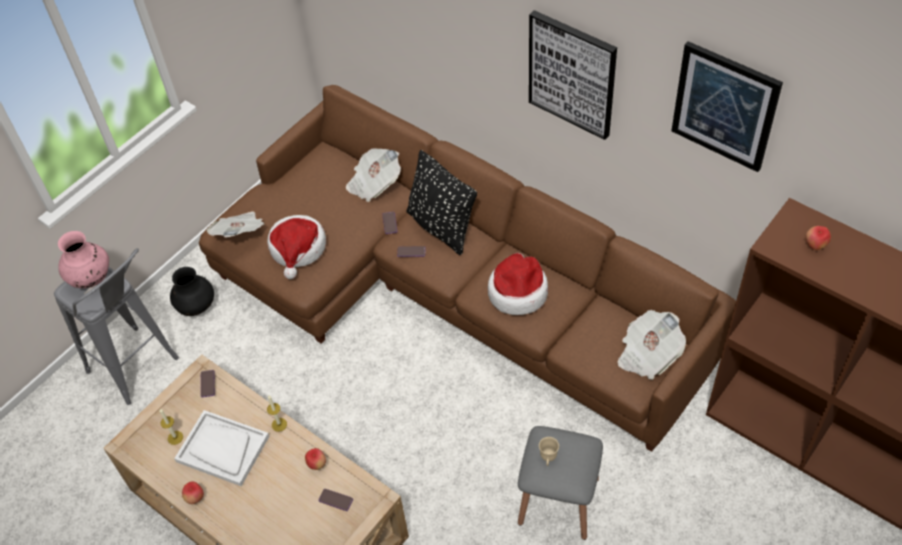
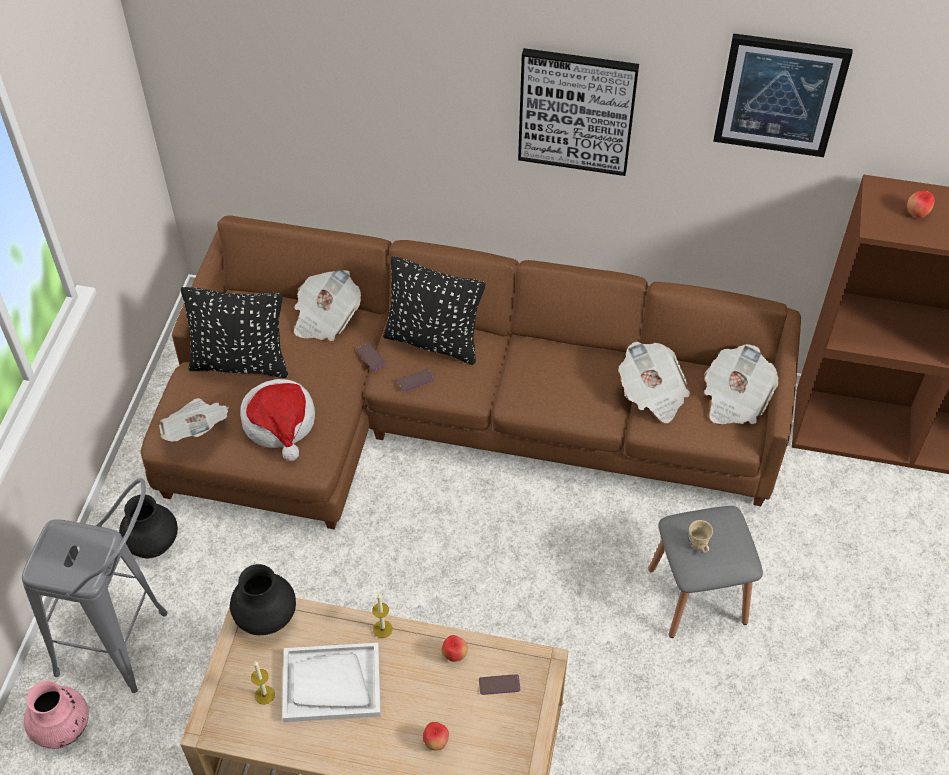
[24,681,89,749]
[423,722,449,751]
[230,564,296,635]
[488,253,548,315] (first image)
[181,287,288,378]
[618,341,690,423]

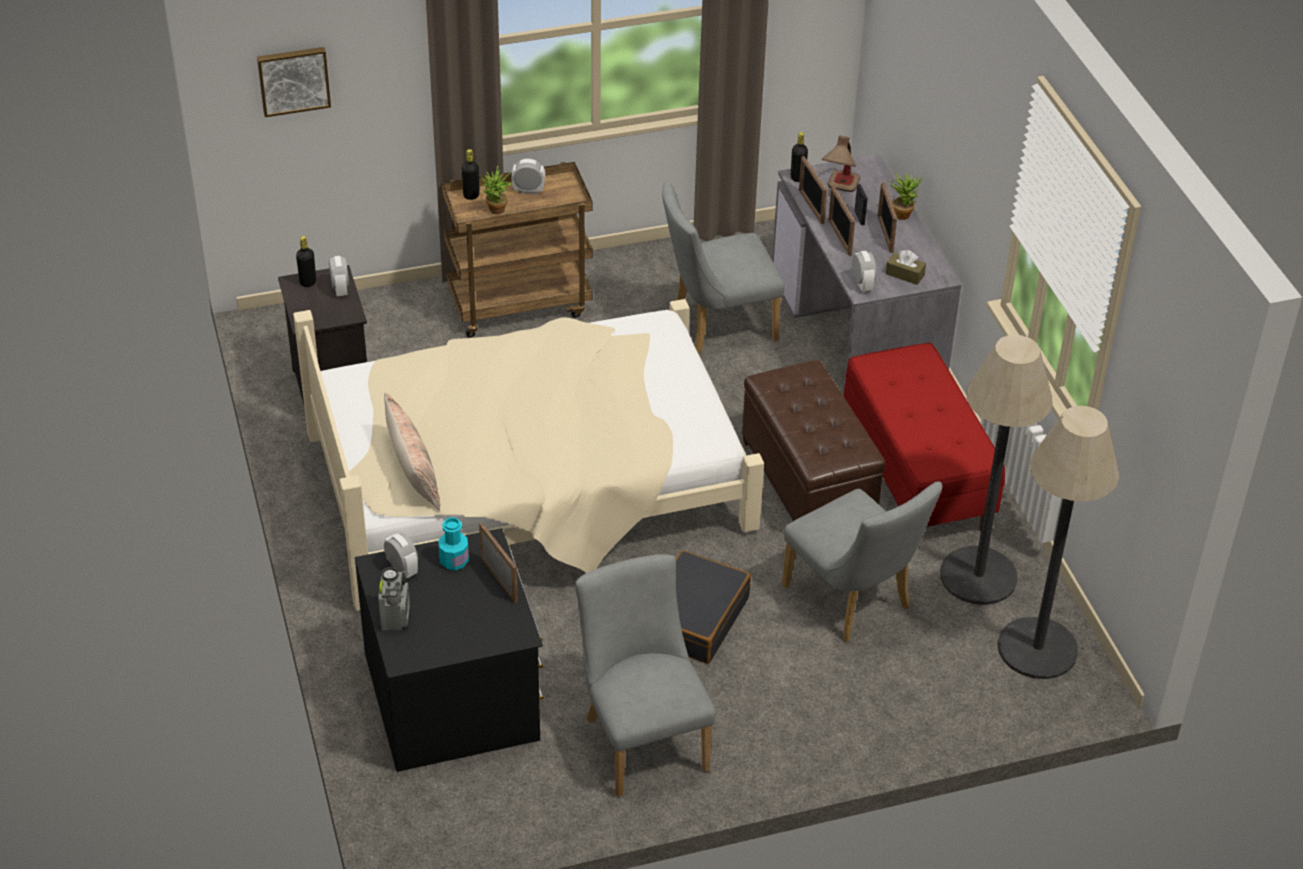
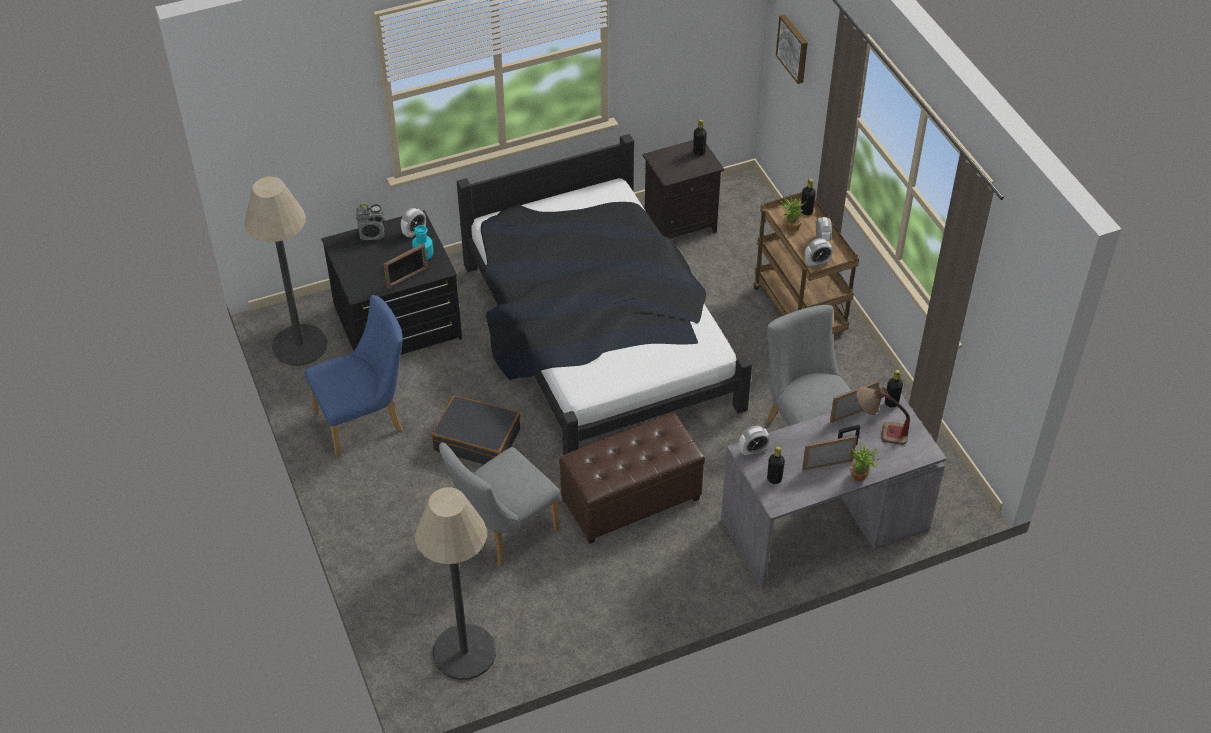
[457,134,752,455]
[805,238,833,267]
[384,393,440,510] (first image)
[304,295,403,457]
[828,186,855,256] (first image)
[844,343,1005,531] (first image)
[767,446,785,484]
[244,177,327,366]

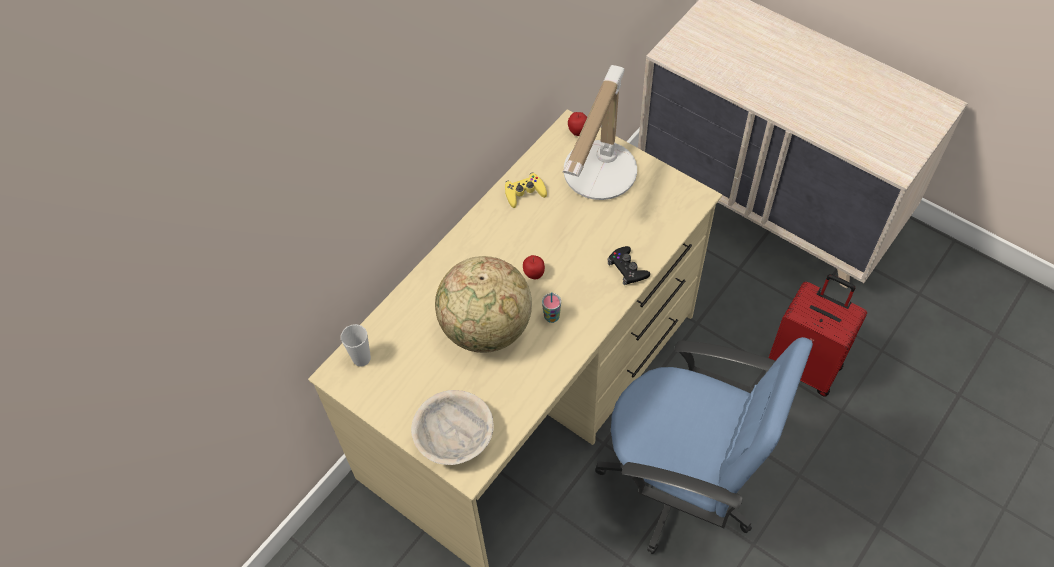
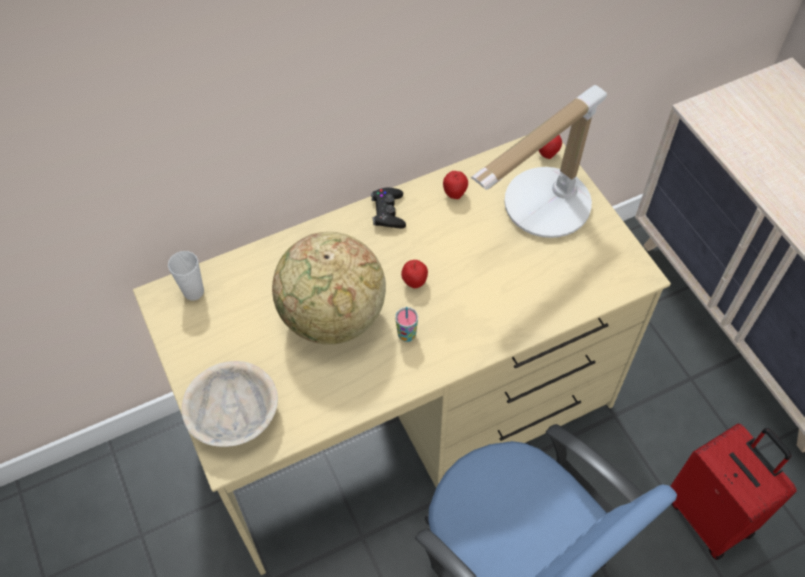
[443,171,468,199]
[371,188,406,228]

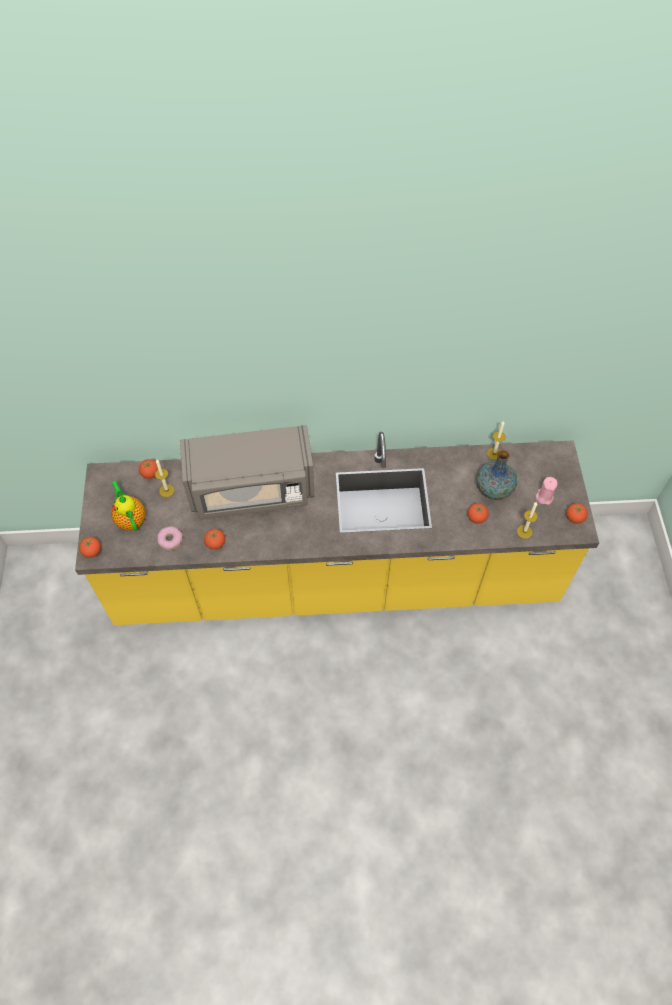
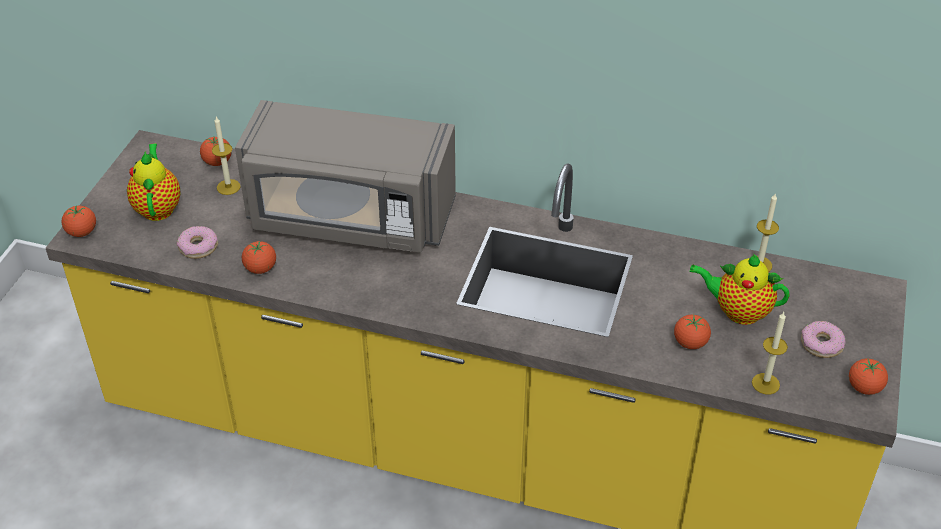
[690,254,790,325]
[801,321,845,358]

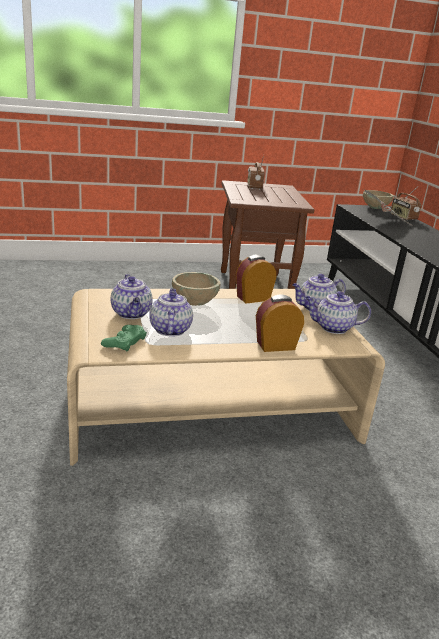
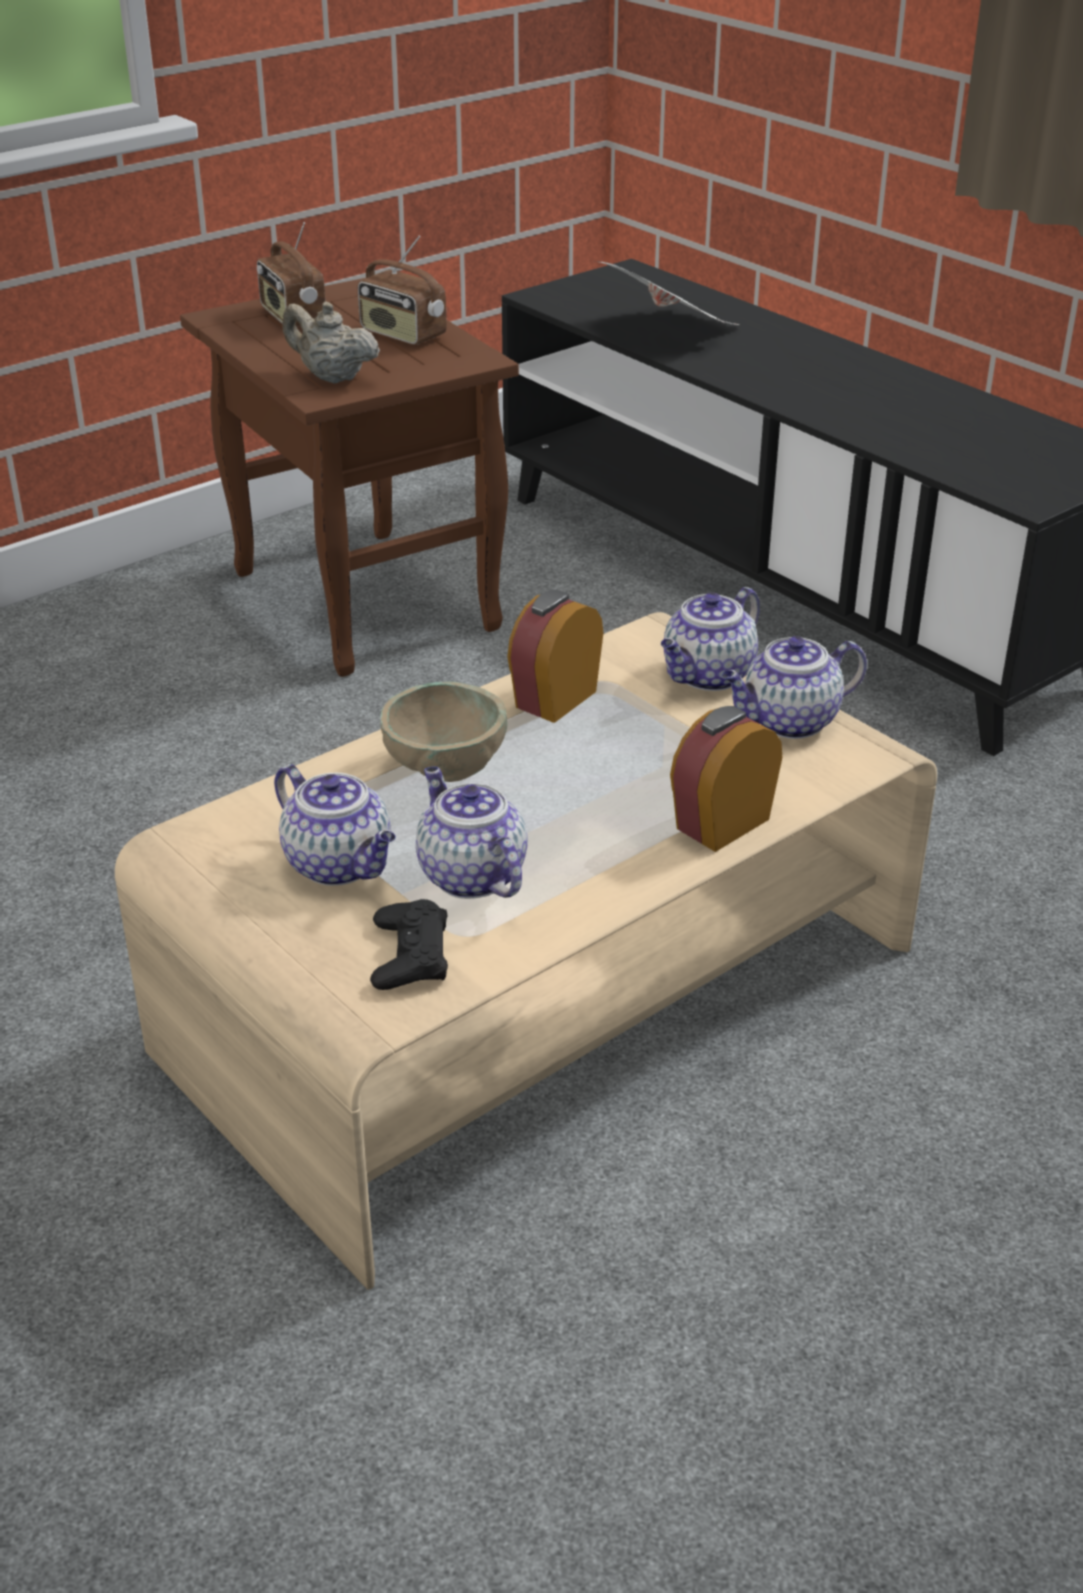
[370,899,448,990]
[363,190,394,209] (first image)
[358,235,447,345]
[283,301,380,384]

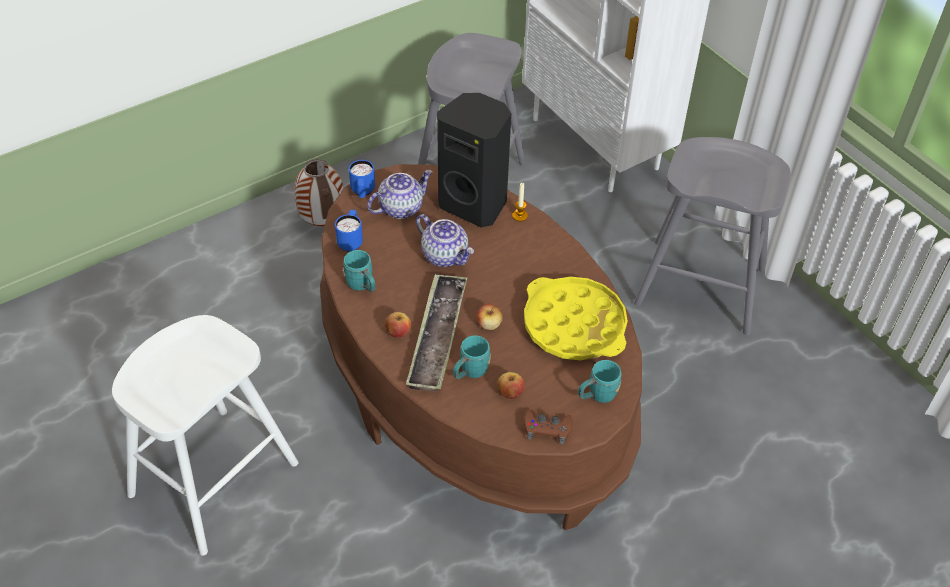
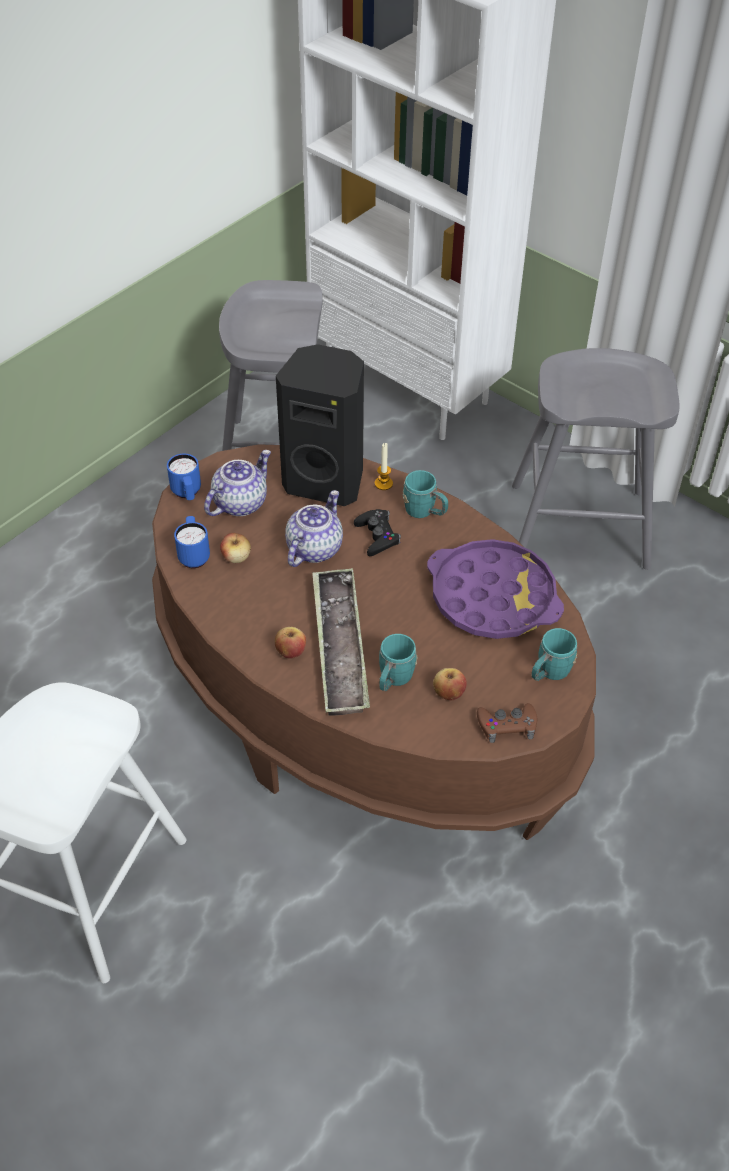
[294,159,344,226] (first image)
[403,470,448,518]
[285,490,343,567]
[220,533,251,563]
[427,539,564,639]
[354,509,401,556]

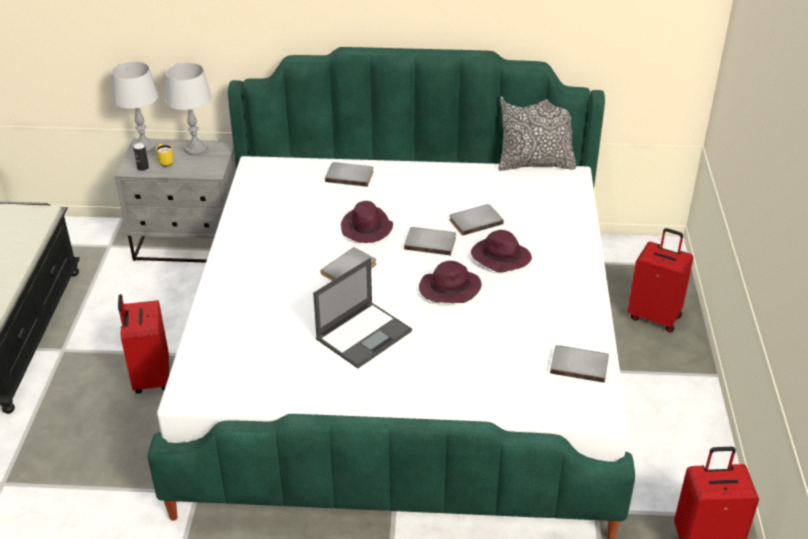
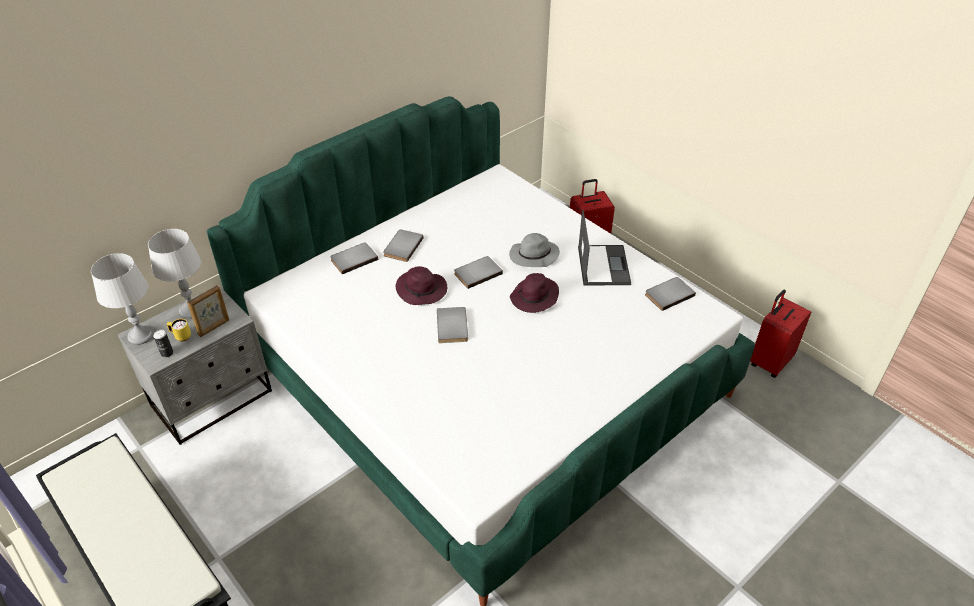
[118,294,169,393] (first image)
[578,210,631,286]
[383,229,423,262]
[509,233,560,267]
[498,96,576,170] (first image)
[187,285,229,337]

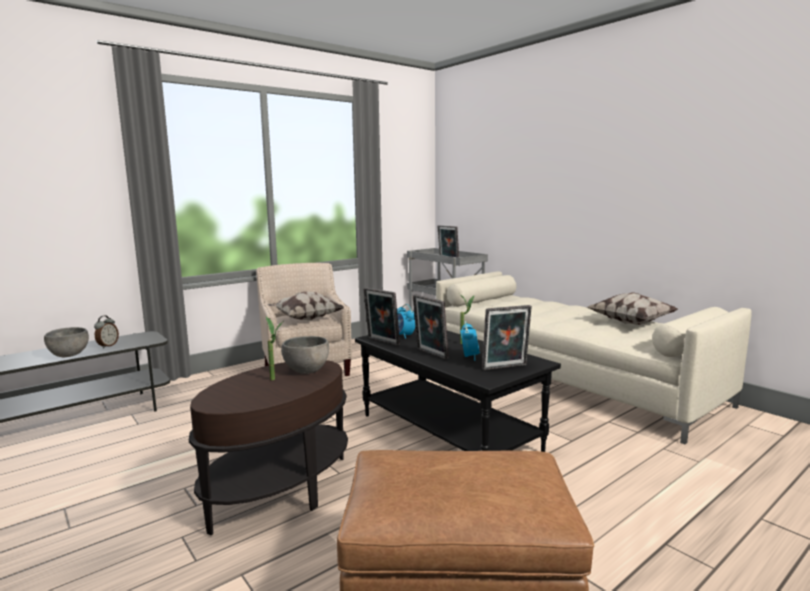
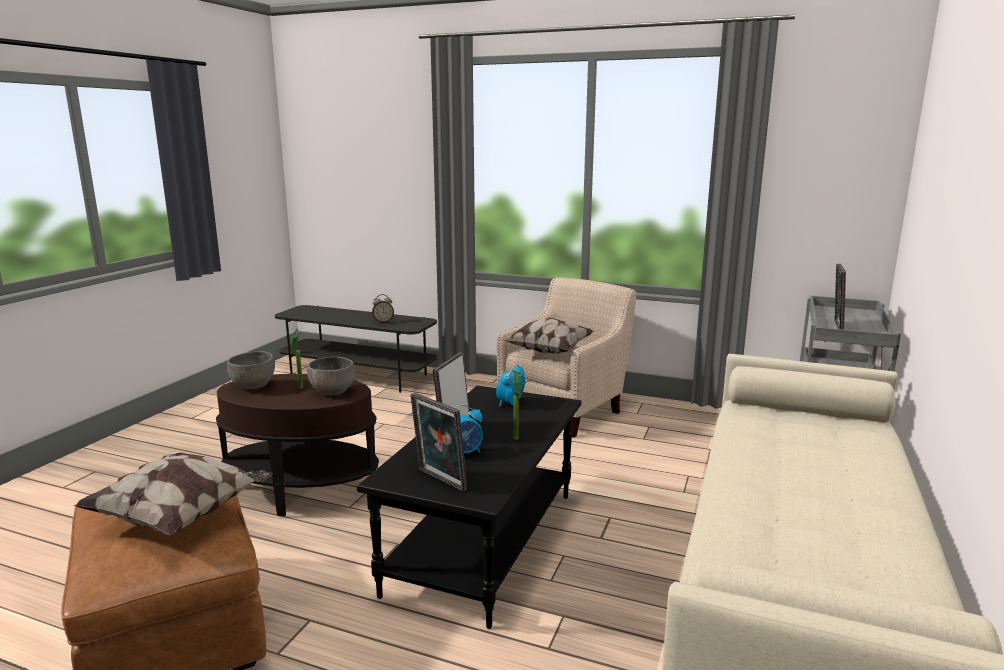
[227,351,275,389]
[364,288,400,346] (first image)
[74,452,273,536]

